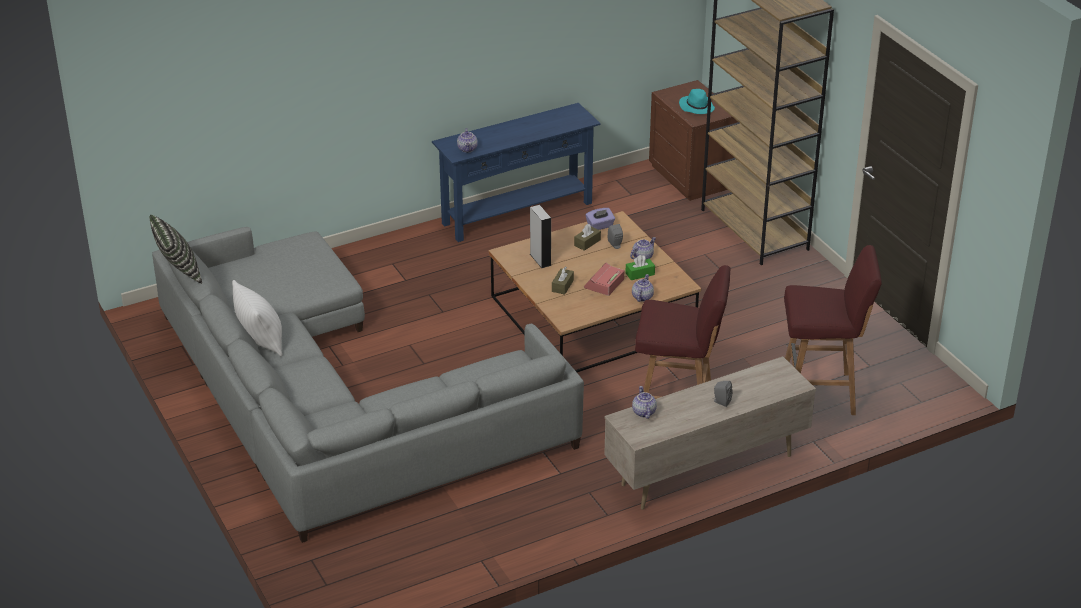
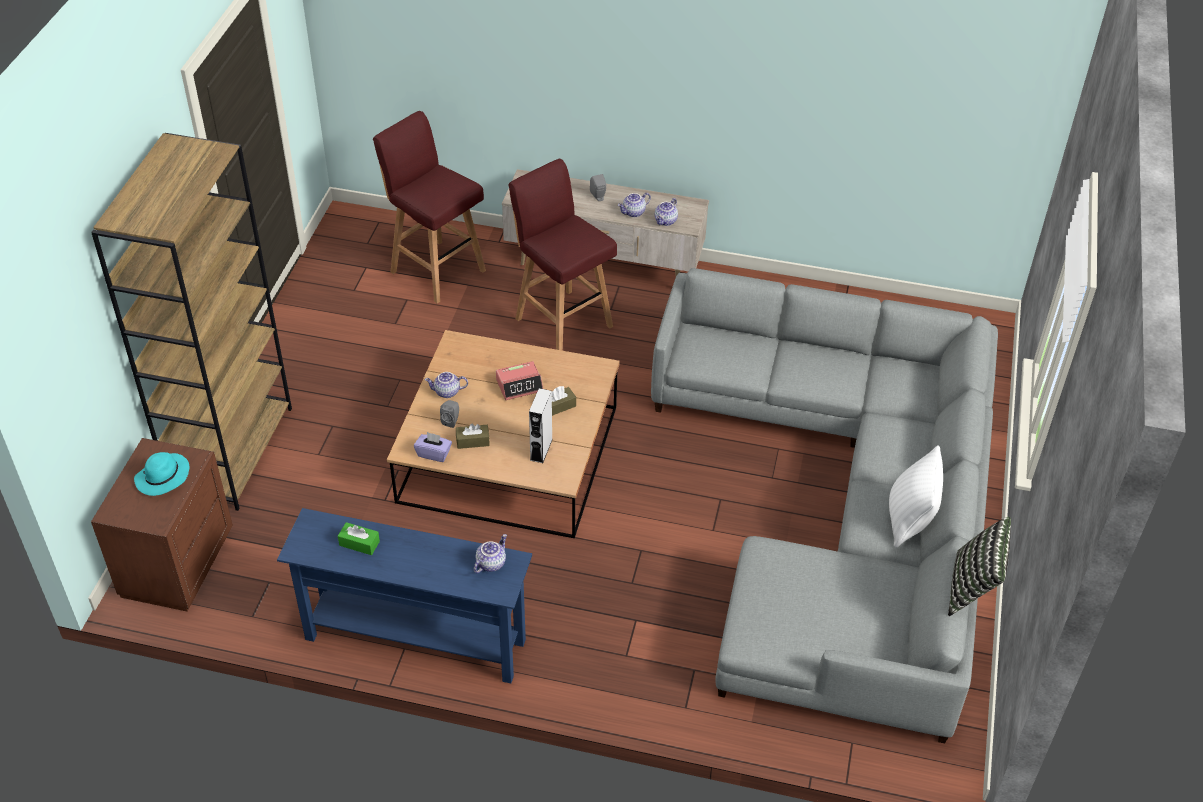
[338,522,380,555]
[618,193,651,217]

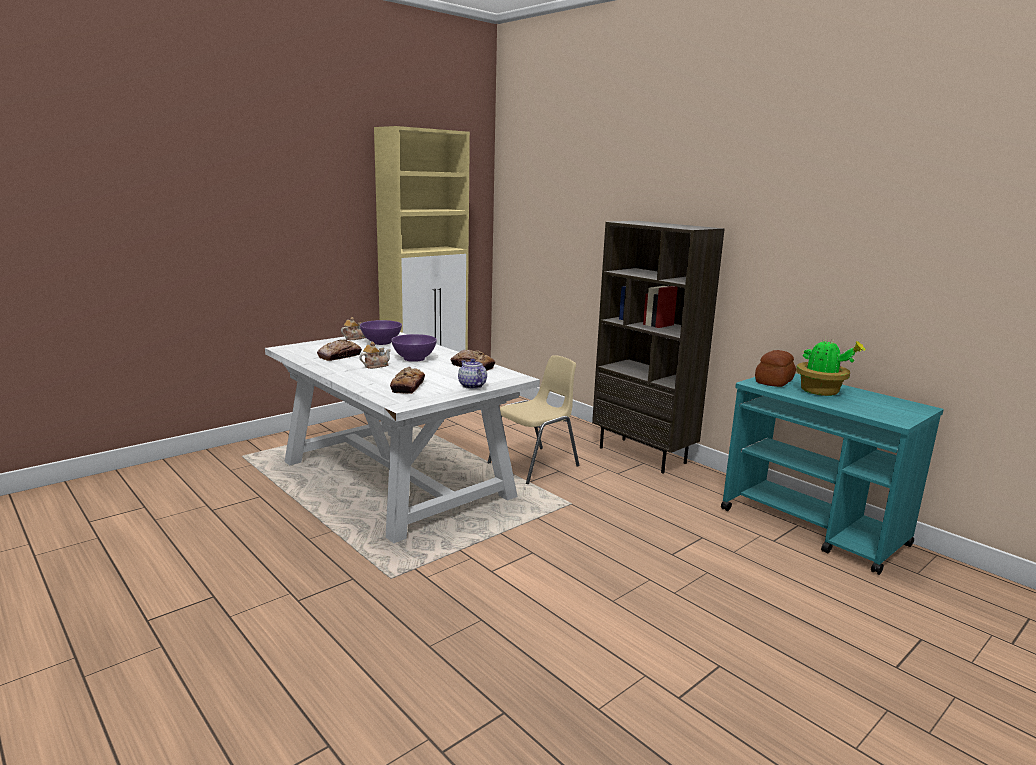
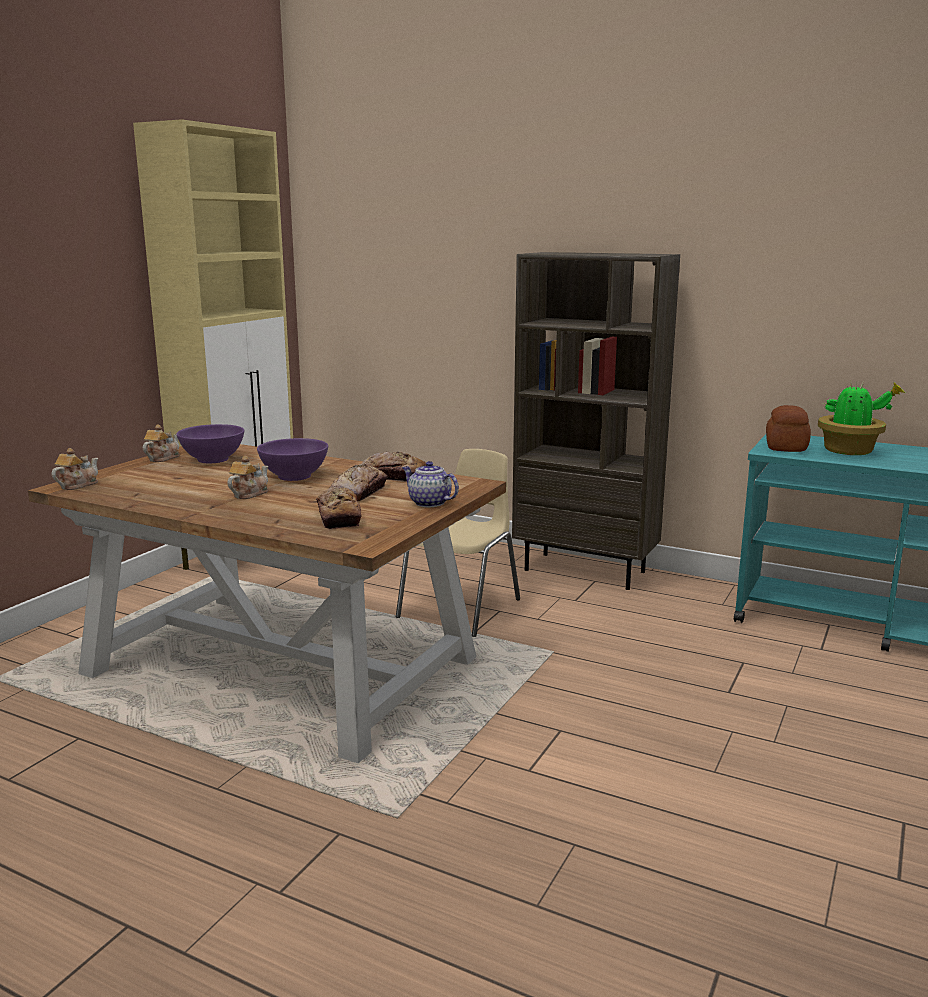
[28,444,506,763]
[330,464,387,501]
[51,448,98,490]

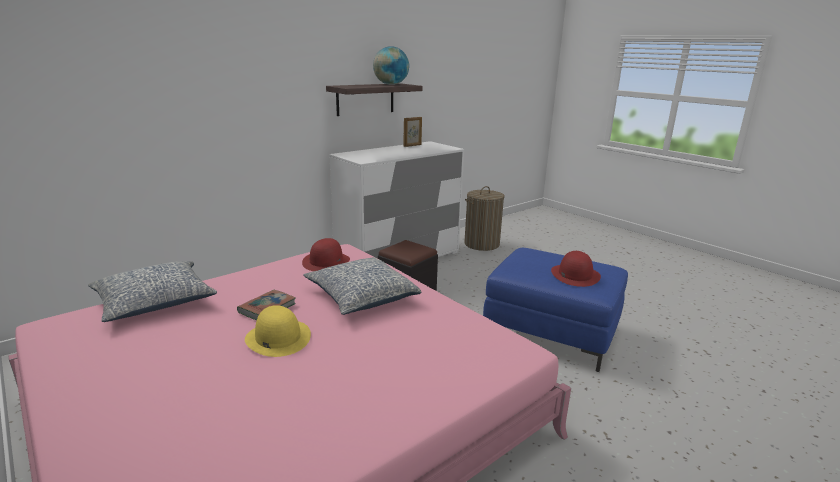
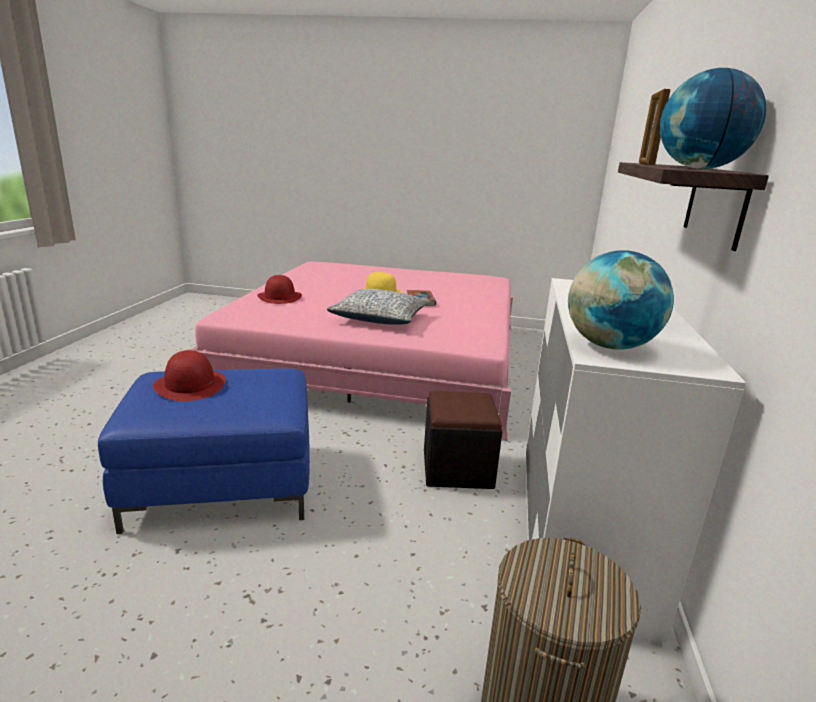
[88,261,217,322] (first image)
[257,275,302,304]
[639,89,670,165]
[568,250,674,350]

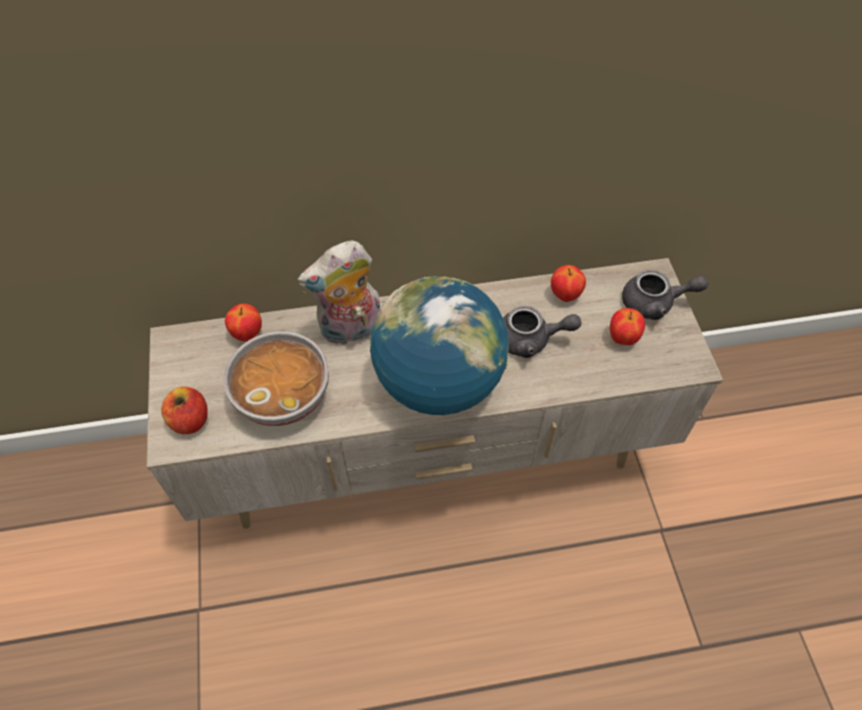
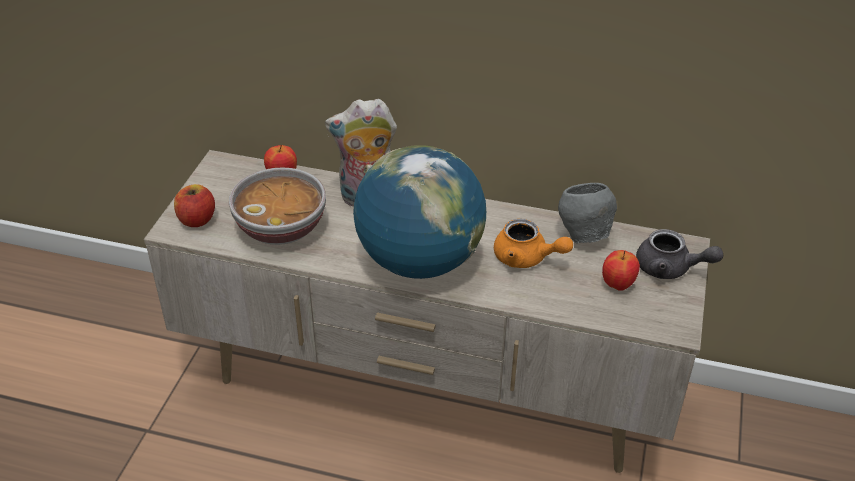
[494,219,573,268]
[558,183,617,243]

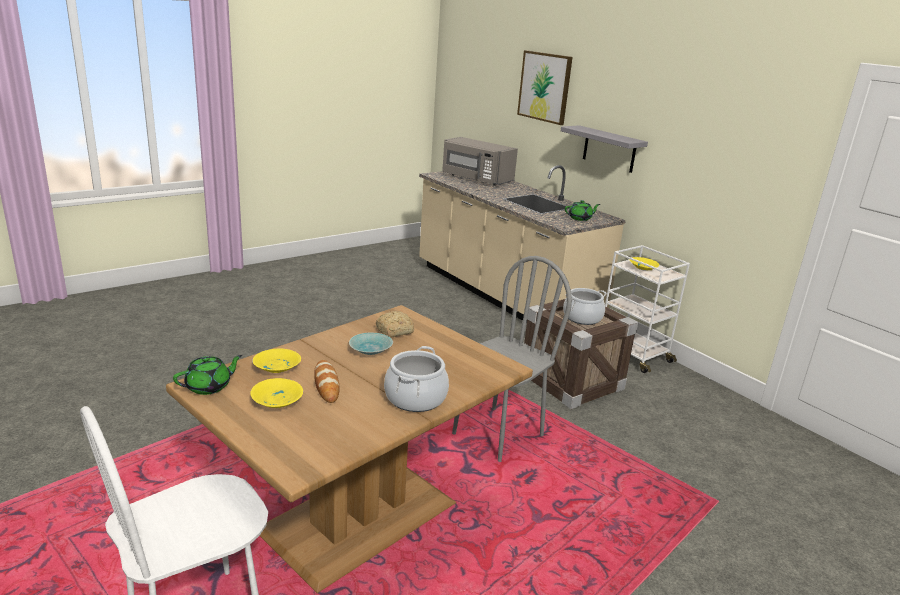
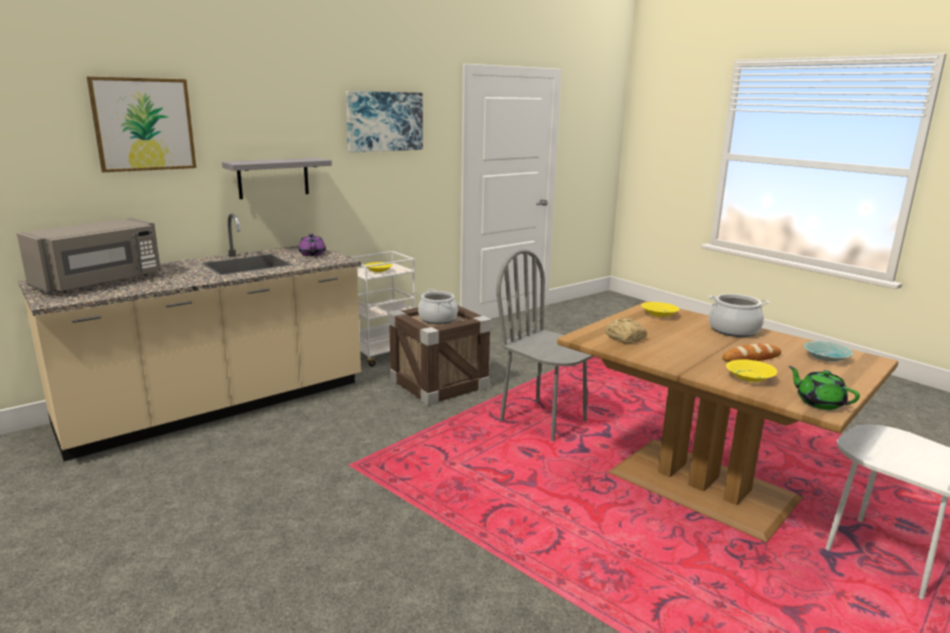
[641,302,679,317]
[804,341,853,362]
[298,234,326,256]
[346,91,423,152]

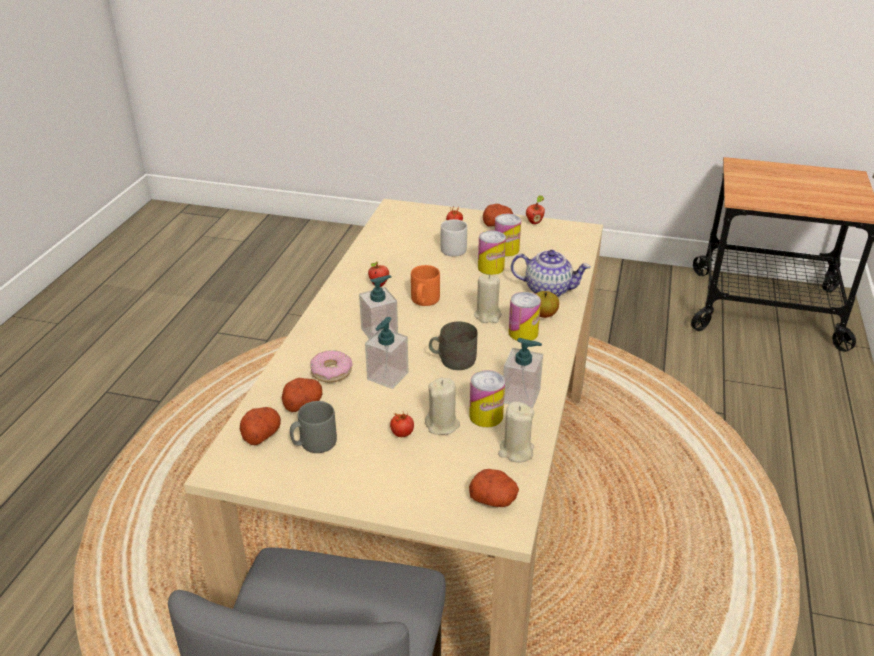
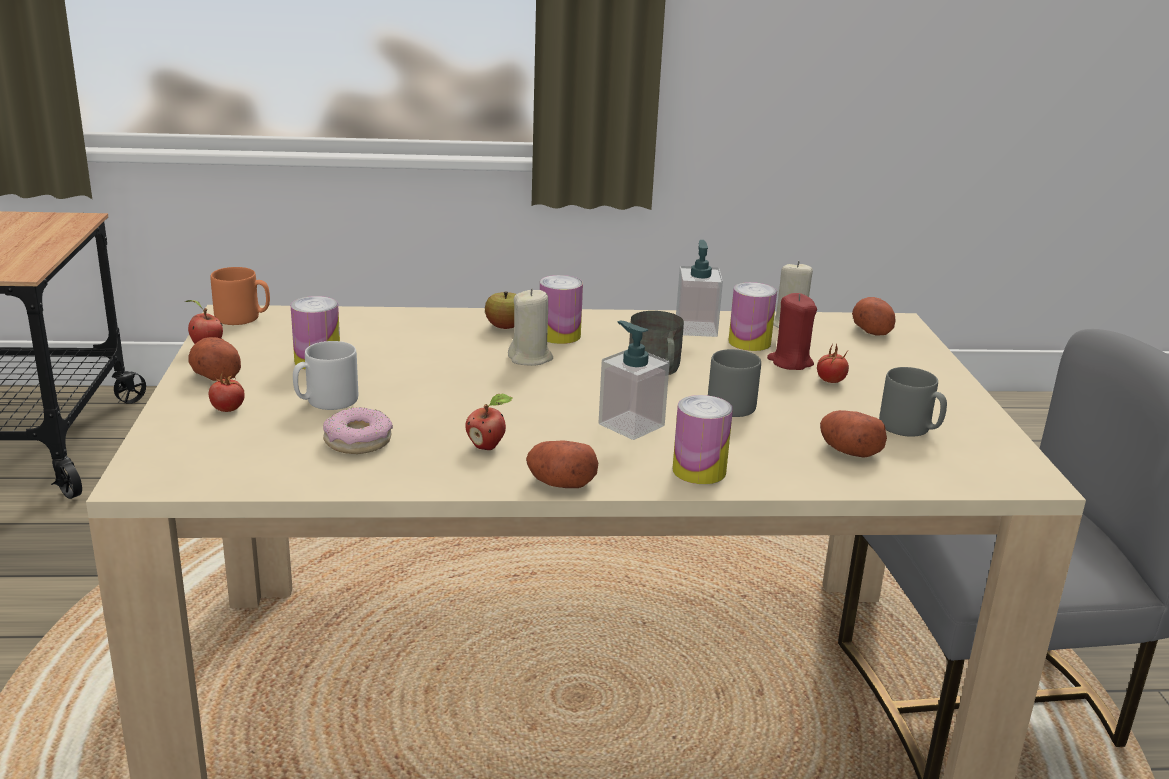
[526,440,598,488]
[323,407,393,454]
[708,349,761,417]
[210,267,270,325]
[767,293,817,370]
[673,395,733,484]
[511,250,591,297] (first image)

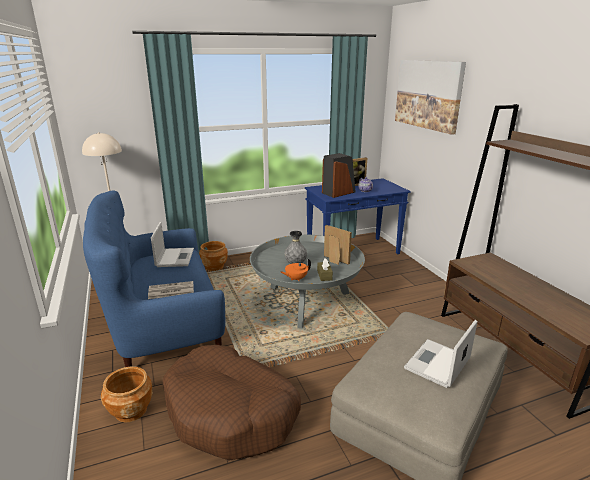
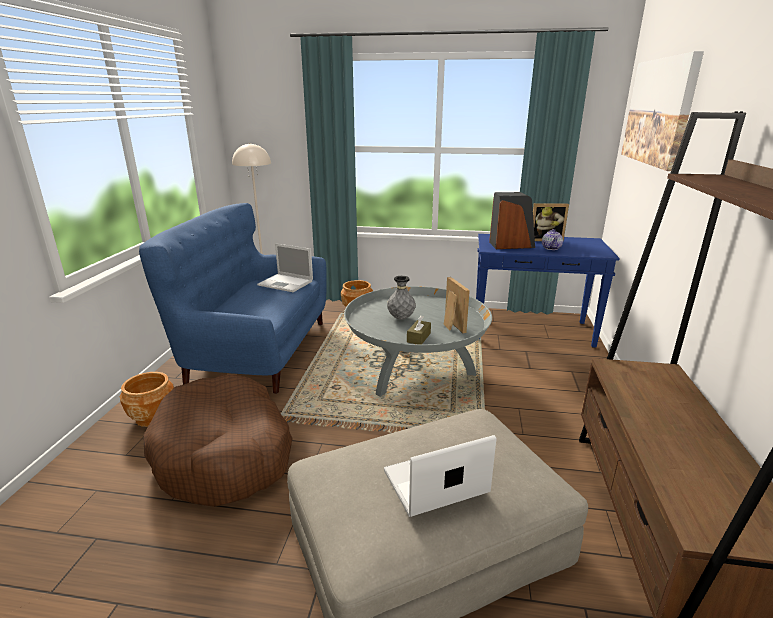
[148,281,194,299] (first image)
[257,243,313,292]
[281,258,311,281] (first image)

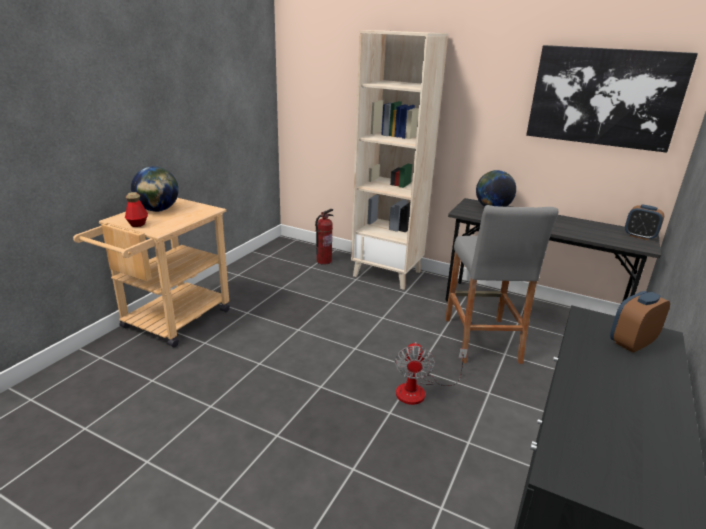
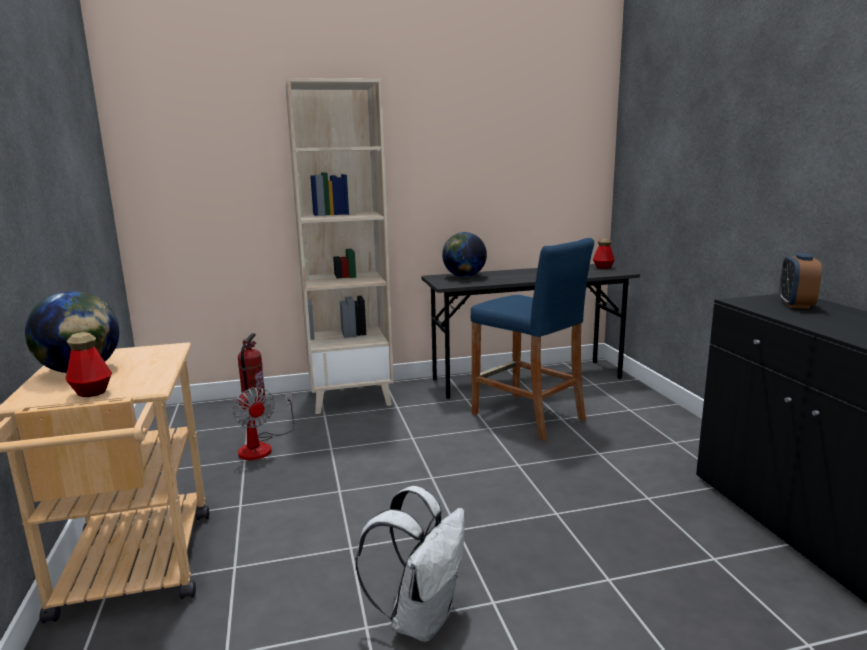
[233,387,294,460]
[471,238,594,441]
[526,45,698,153] (first image)
[593,239,615,269]
[355,486,465,642]

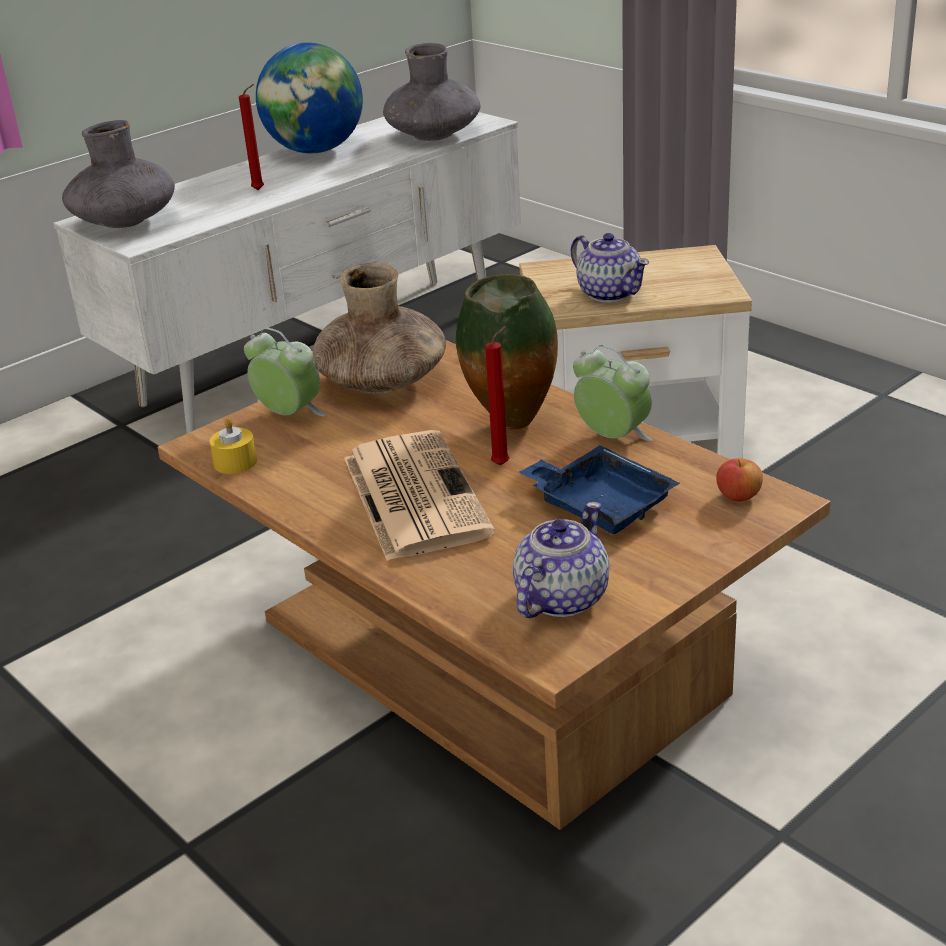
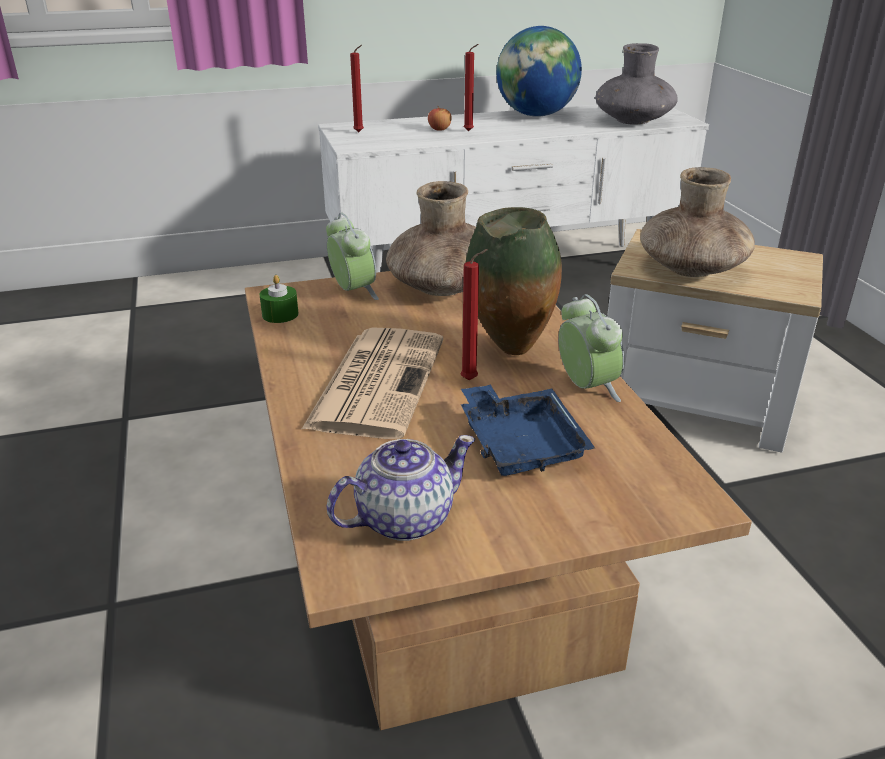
[350,45,364,132]
[259,275,299,323]
[640,167,755,277]
[428,106,452,131]

